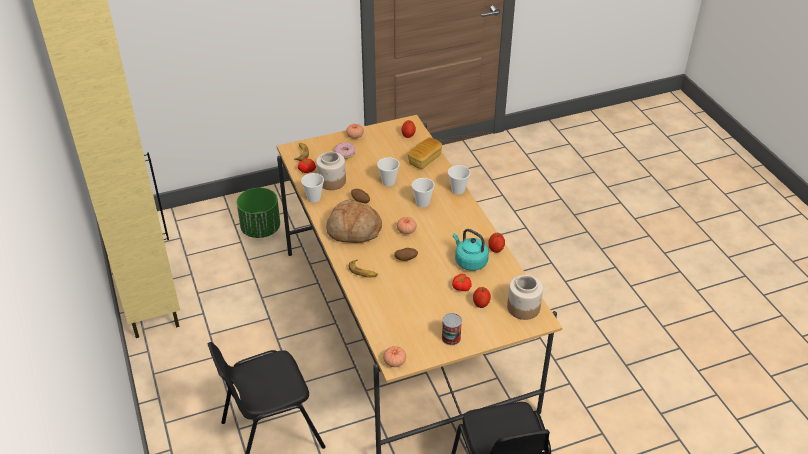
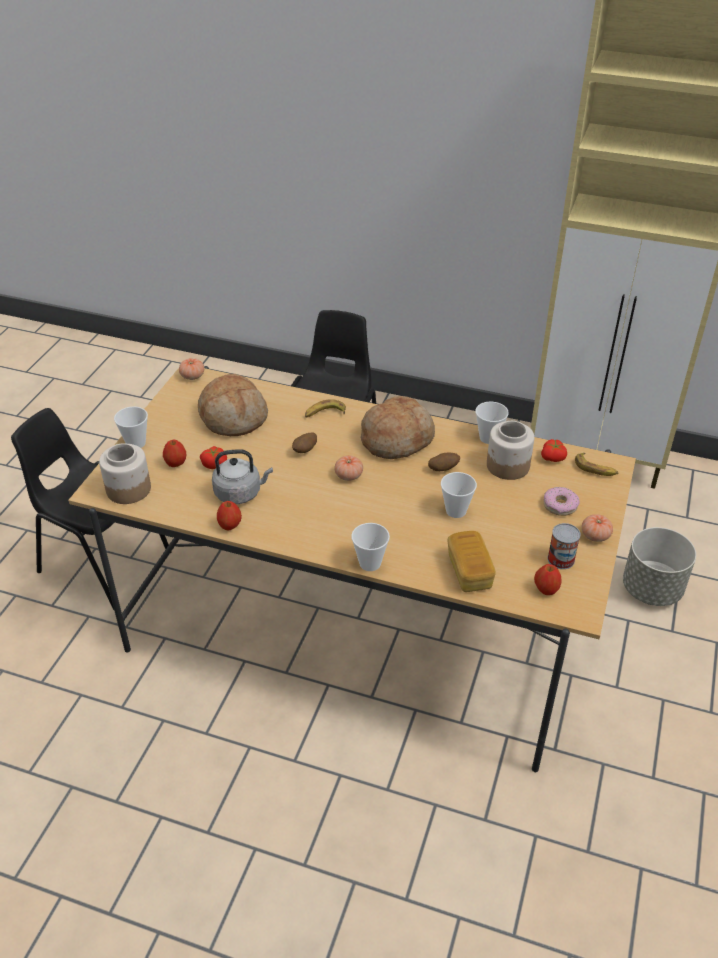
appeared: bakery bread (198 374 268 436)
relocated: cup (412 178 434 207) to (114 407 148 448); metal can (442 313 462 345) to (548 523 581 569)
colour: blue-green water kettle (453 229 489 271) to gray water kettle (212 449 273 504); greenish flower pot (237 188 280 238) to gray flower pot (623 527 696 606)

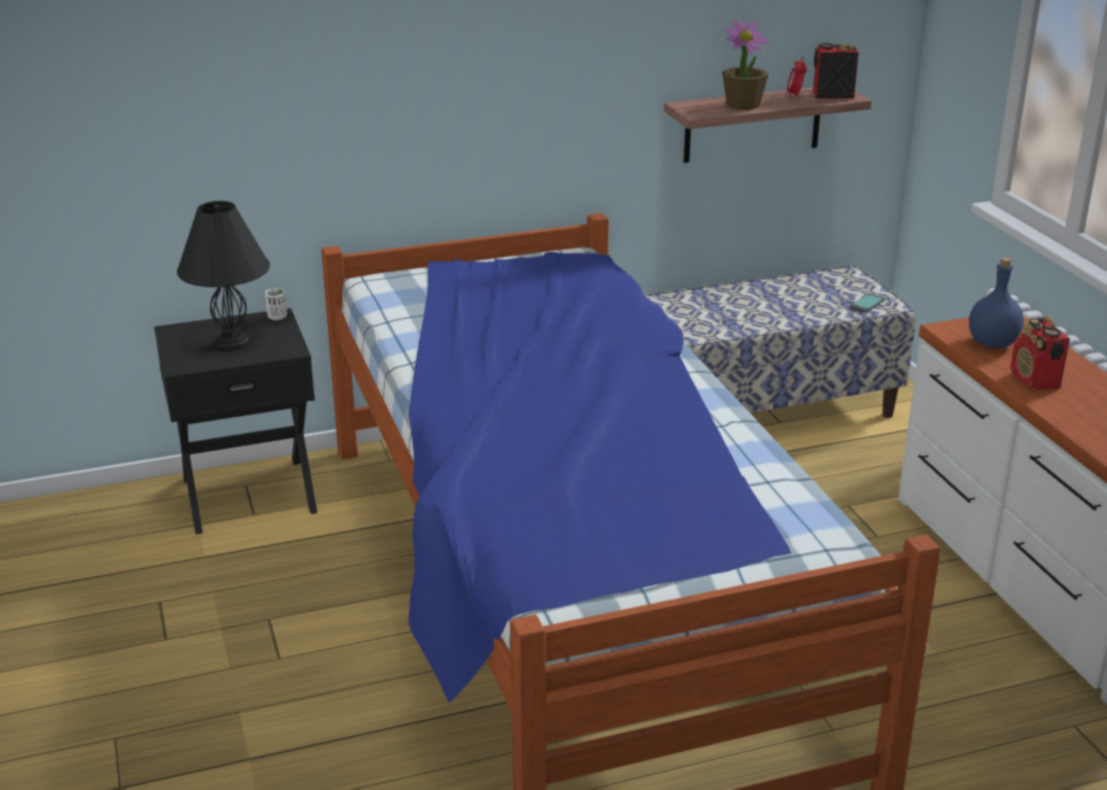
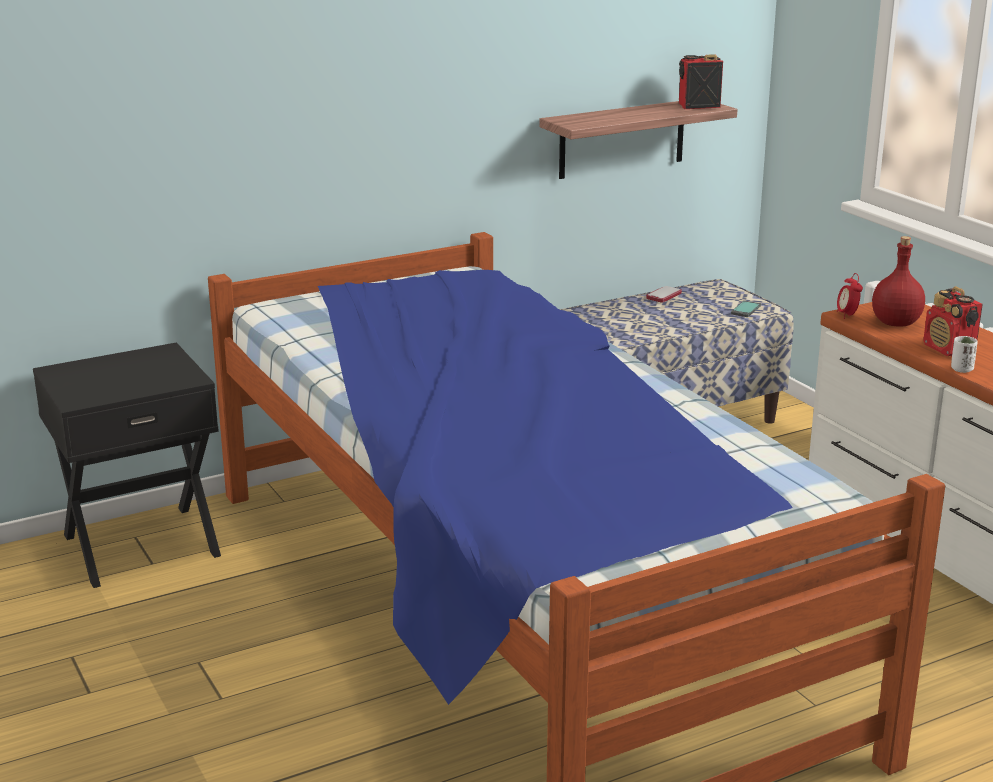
missing: black table lamp (177 201 270 350); potted plant (722 20 770 110)
appeared: handset (646 286 682 303)
relocated: table clock (787 56 807 98) to (837 273 863 319); white-coloured cup (265 288 287 320) to (951 336 978 373)
colour: blue-coloured bottle (969 257 1024 348) to red bottle (872 236 925 327)

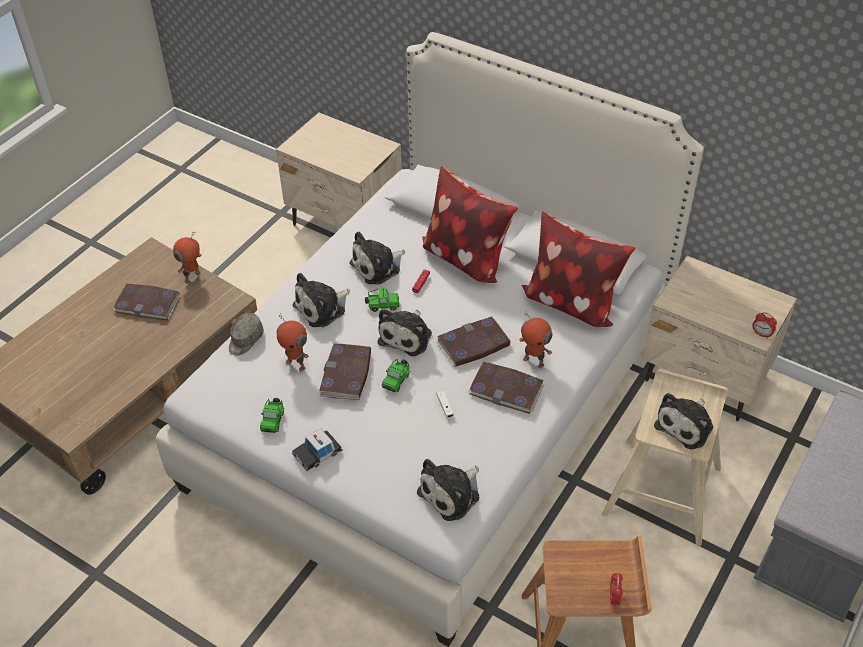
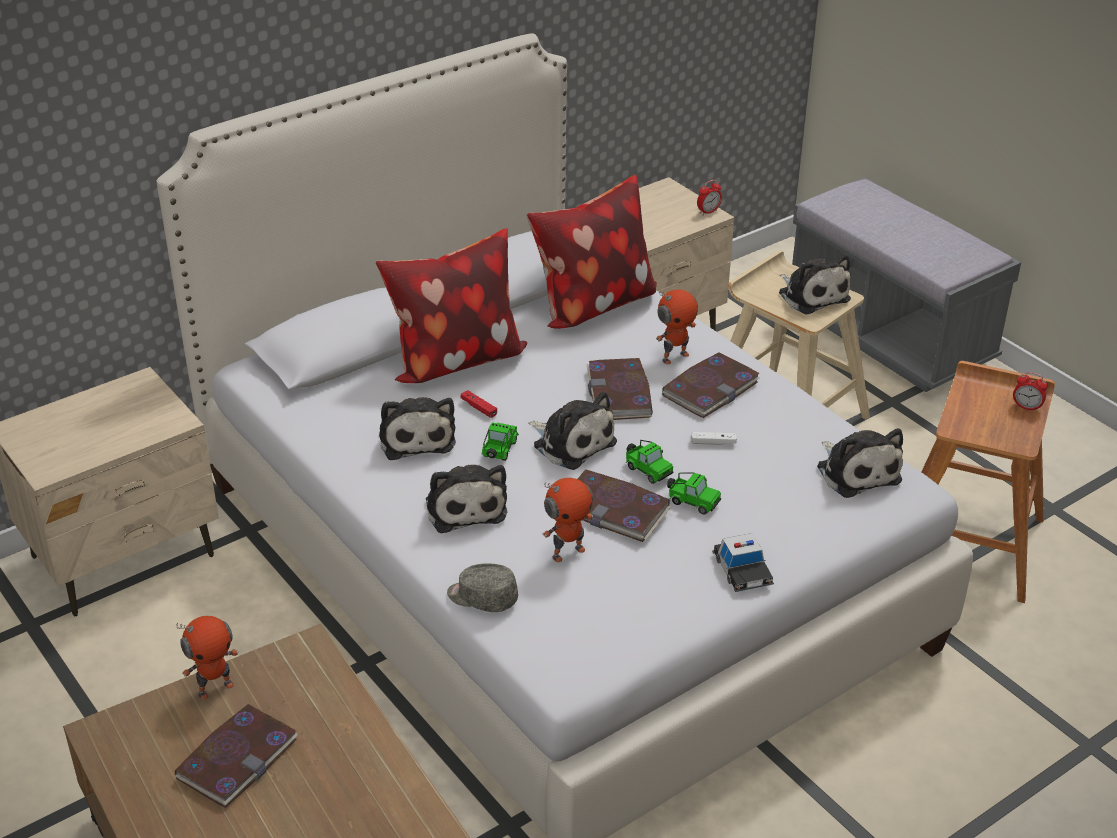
relocated: model car (260 398 285 433) to (667 472 721 514)
spun: toy robot (173 232 202 283) = (176 616 238 700) 90 degrees counterclockwise; gray cap (229 313 264 356) = (447 563 518 612) 150 degrees clockwise

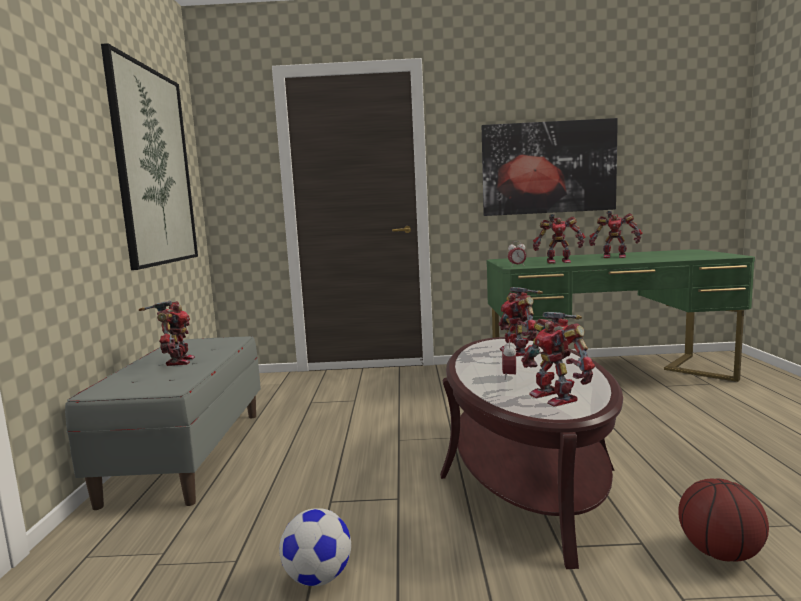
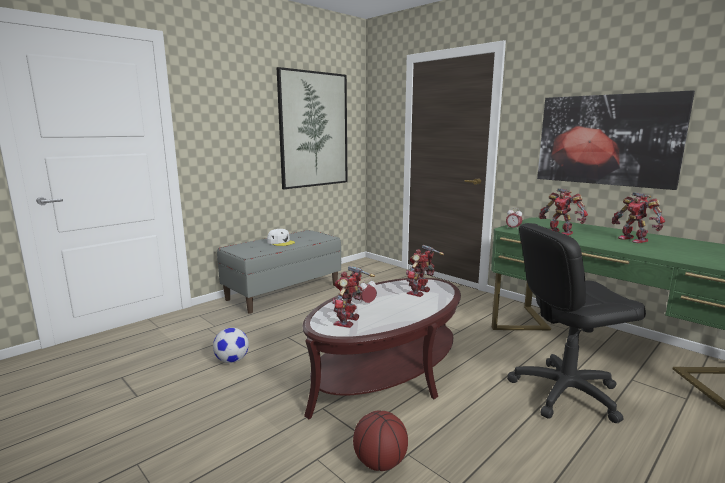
appeared: black computer chair (507 223 646 423)
exchanged: toy robot (139 300 195 366) to white-coloured cap (267 229 295 246)

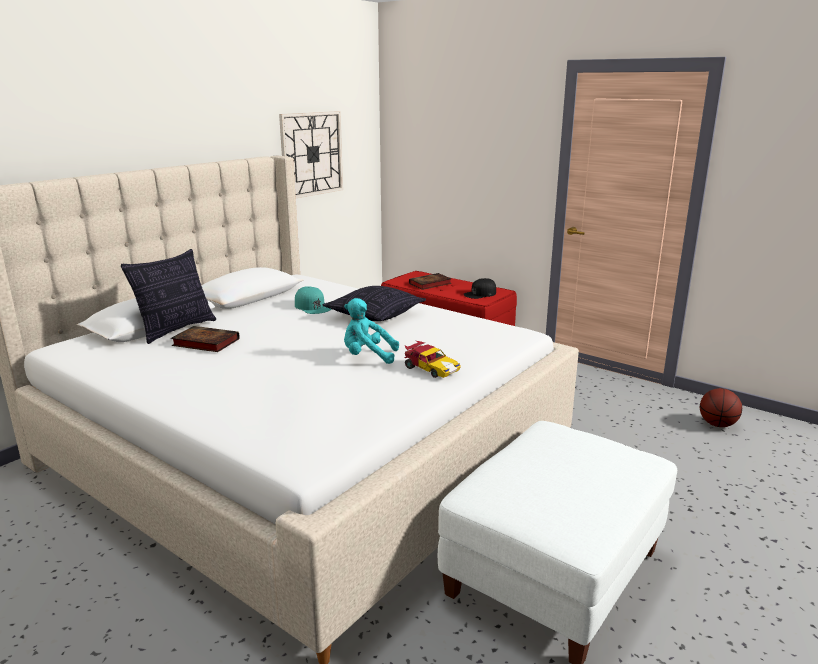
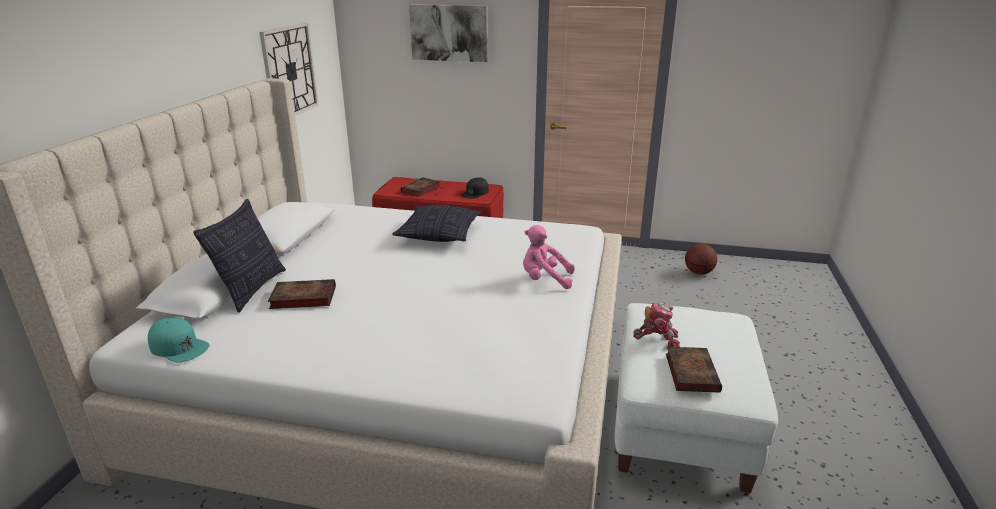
missing: blue-green cuddly toy (344 298 399 364)
appeared: wall art (409 4 488 62); toy robot (633 302 680 347); bound book (666 347 722 393)
relocated: blue-green cap (295 286 331 314) to (148 318 210 363)
exchanged: model car (404 341 461 378) to pink cuddly toy (523 225 575 289)

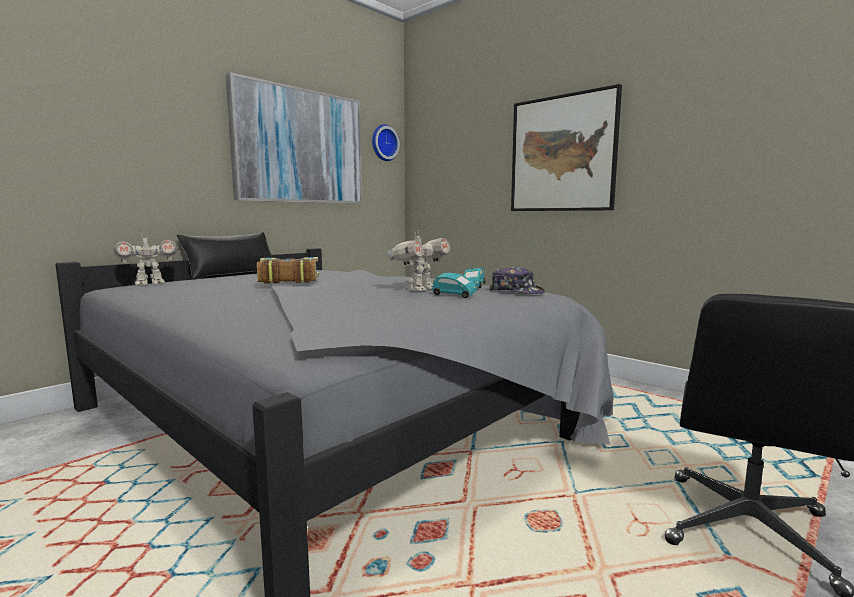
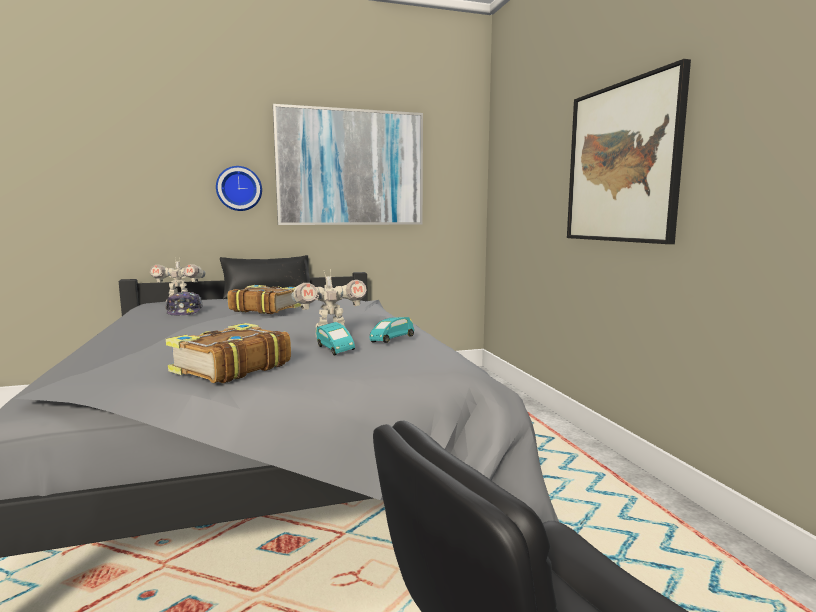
appeared: bound book (166 323 291 383)
relocated: cap (489 266 545 294) to (165 291 203 315); clock on the wall (372 125 400 161) to (216 166 262 211)

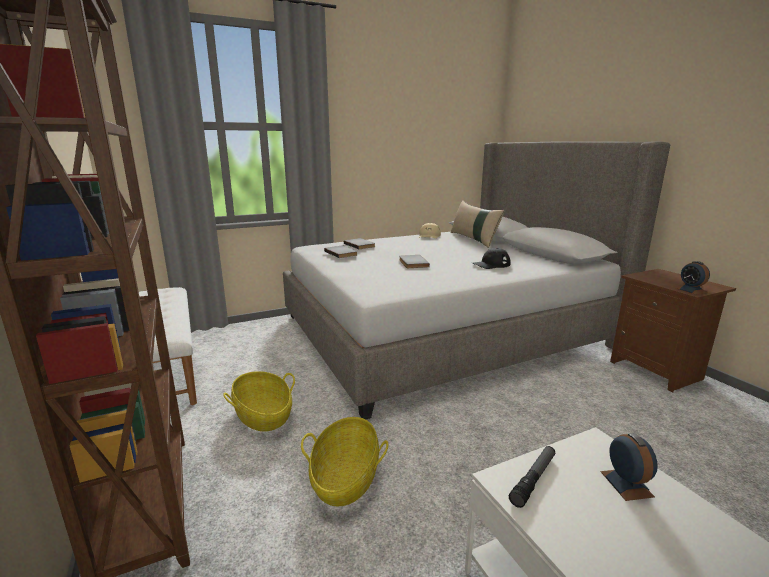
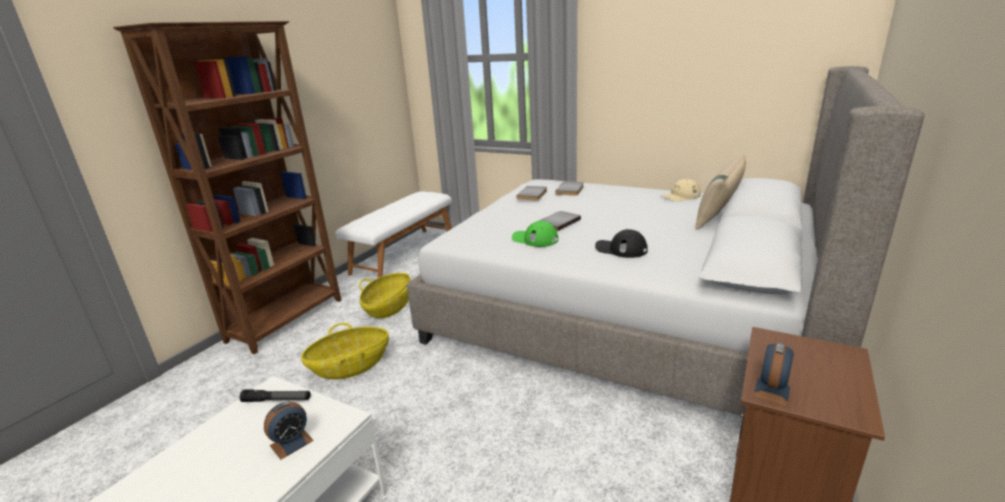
appeared: greenish cap (512 221 558 247)

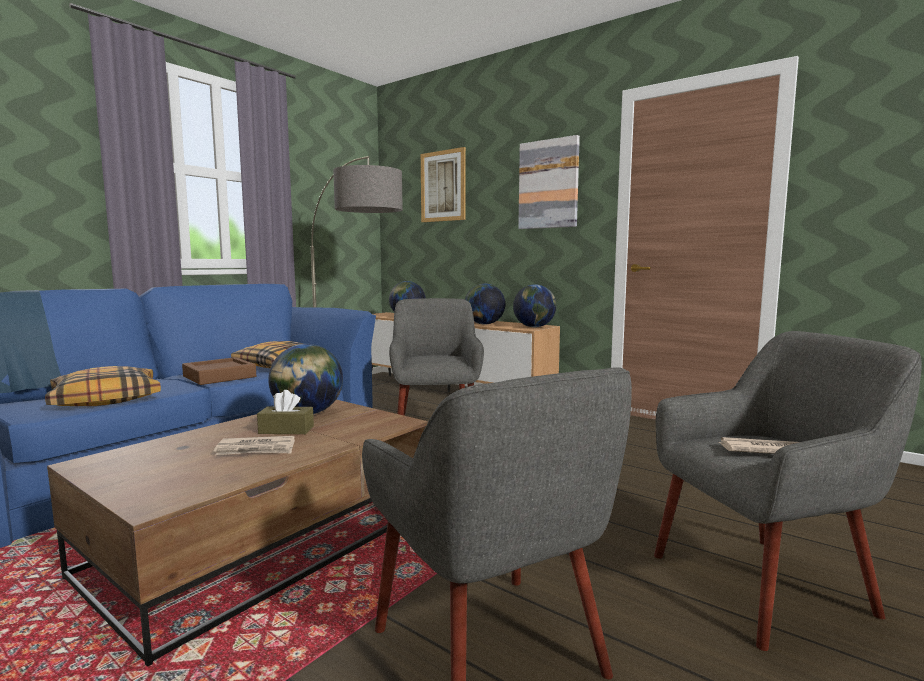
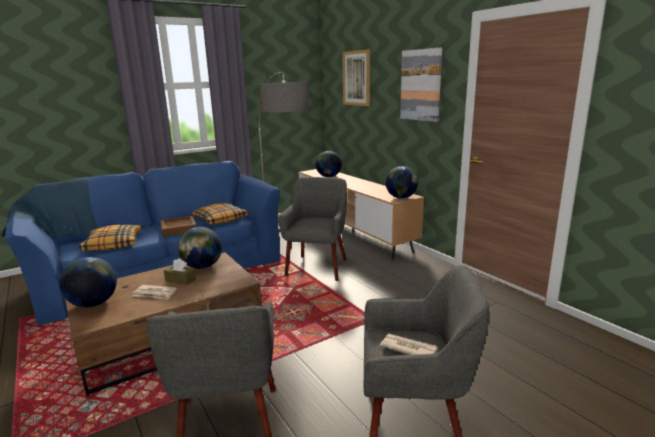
relocated: globe (465 284 505 325) to (60 257 117 307)

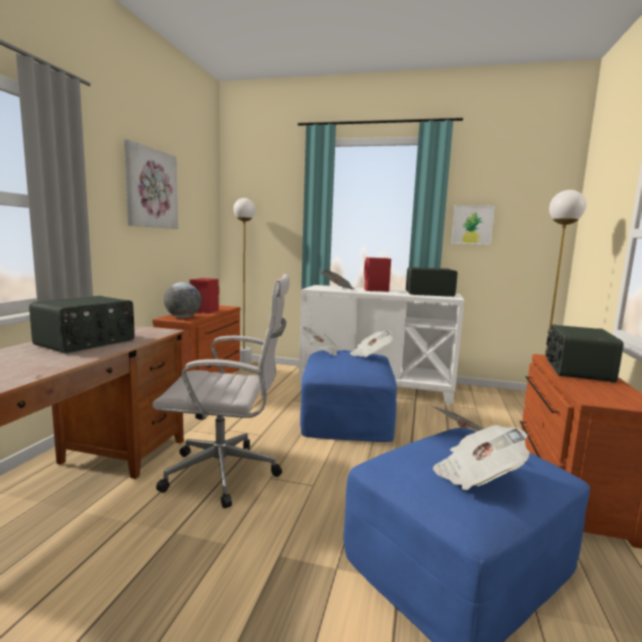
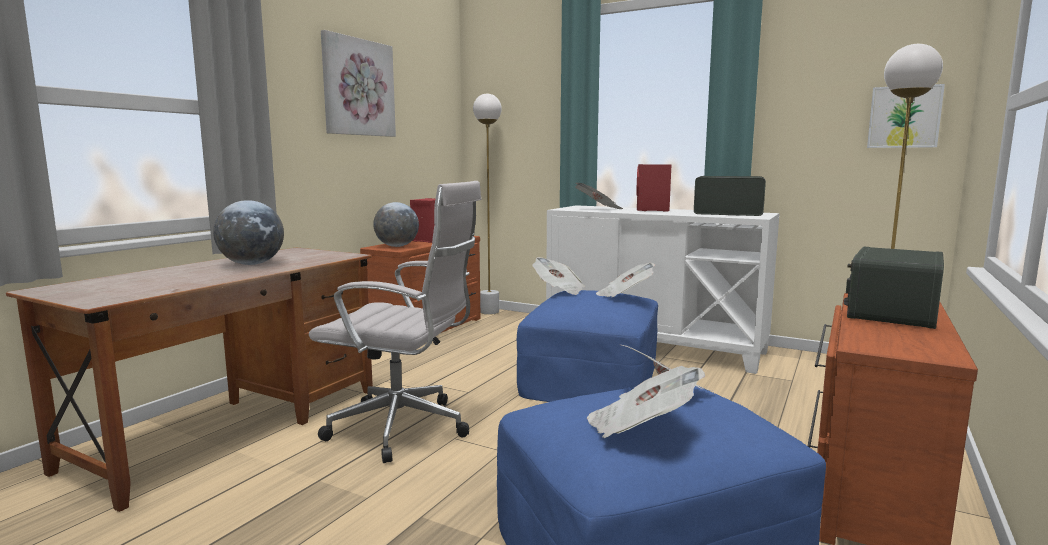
relocated: wall art (451 205 495 245) to (867 84 945 148)
exchanged: radio receiver (29 296 135 353) to globe (213 200 284 265)

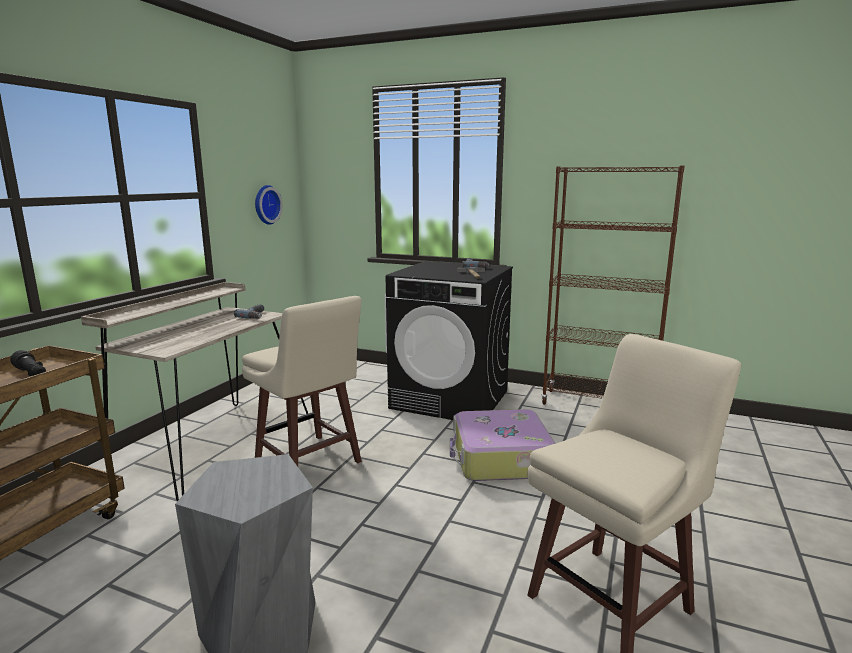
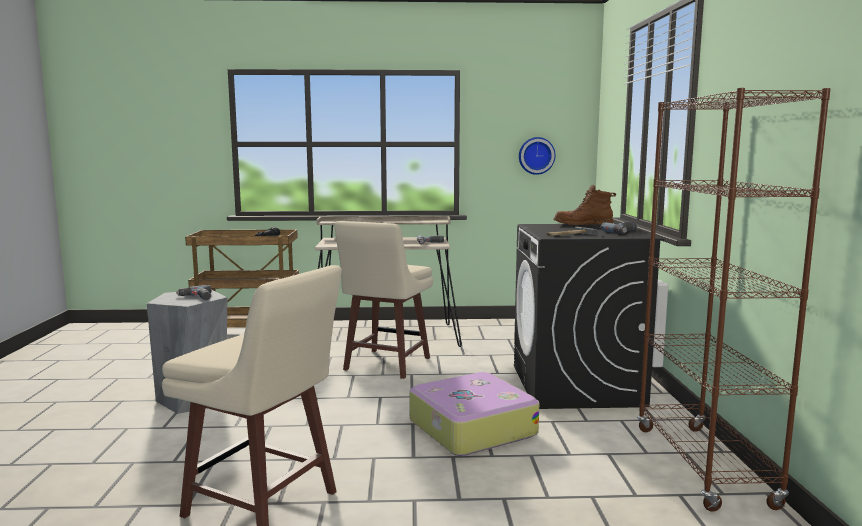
appeared: drill (176 285 211 300); brownish boot (553 185 616 225)

